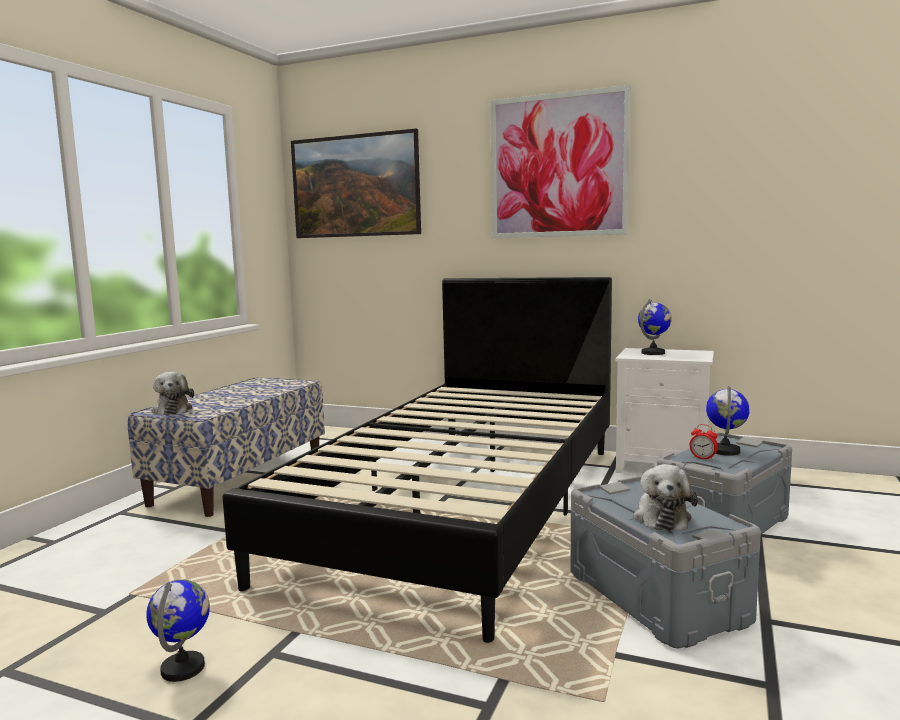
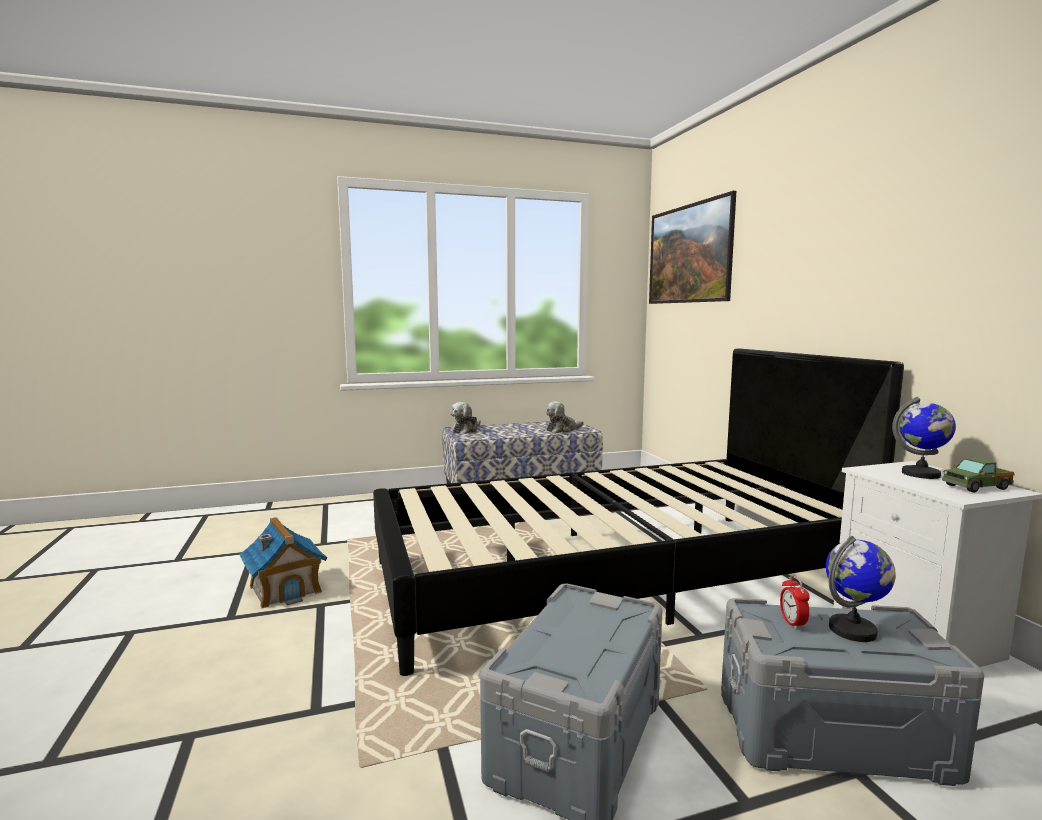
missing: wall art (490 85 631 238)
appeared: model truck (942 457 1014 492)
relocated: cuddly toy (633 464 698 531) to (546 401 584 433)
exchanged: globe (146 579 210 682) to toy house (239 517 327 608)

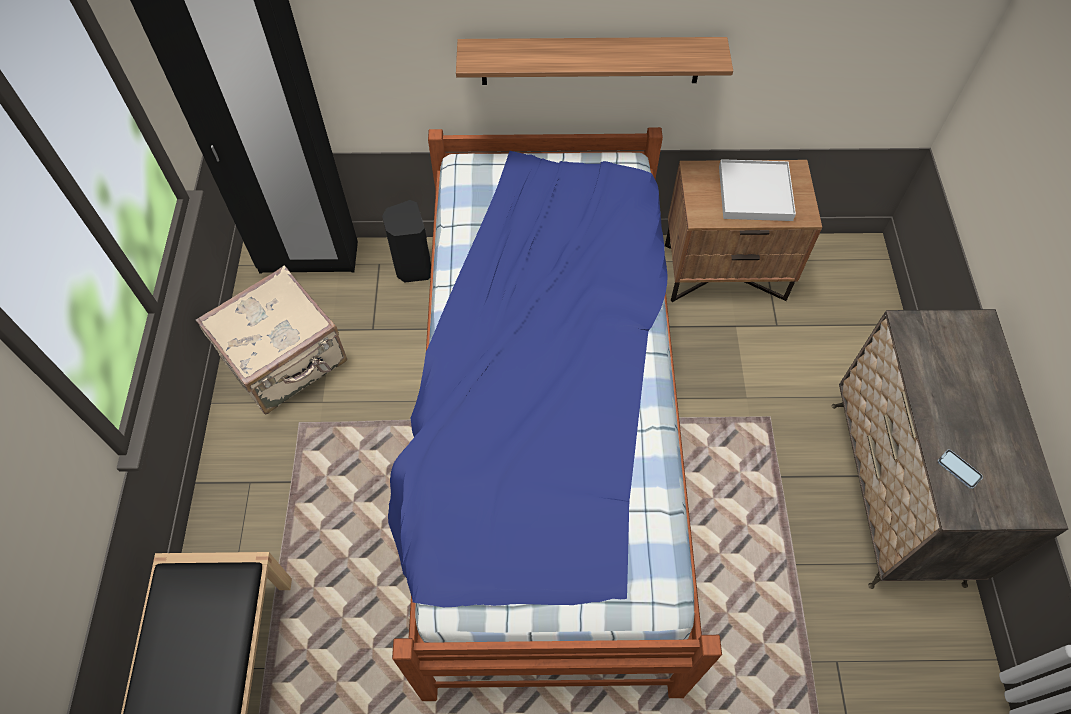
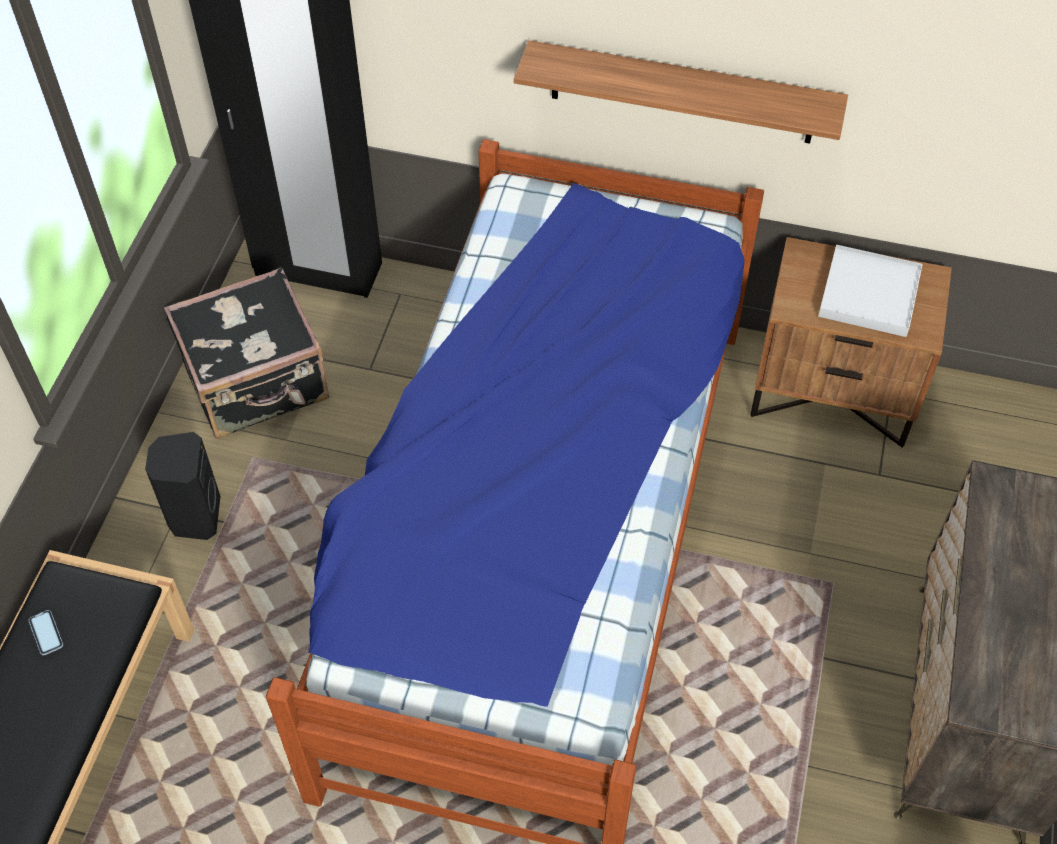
relocated: handset (938 450 983 489) to (29 610 63 655); black audio speaker (382 200 431 283) to (145 432 220 540)
colour: sand-coloured piece of luggage (196 265 347 415) to black piece of luggage (164 267 329 439)

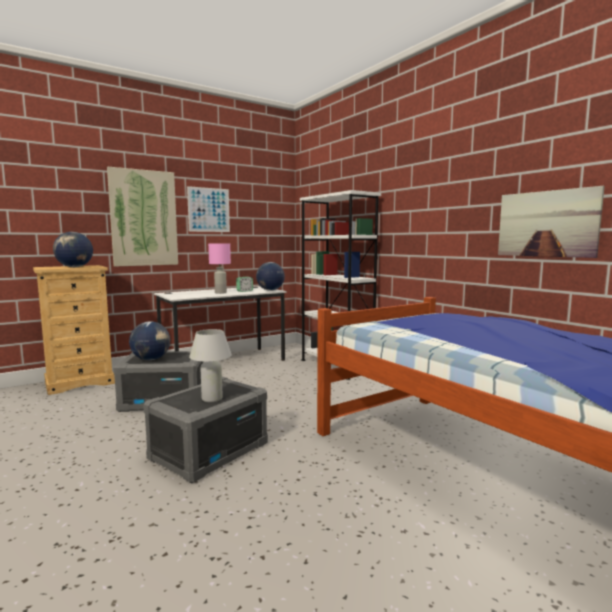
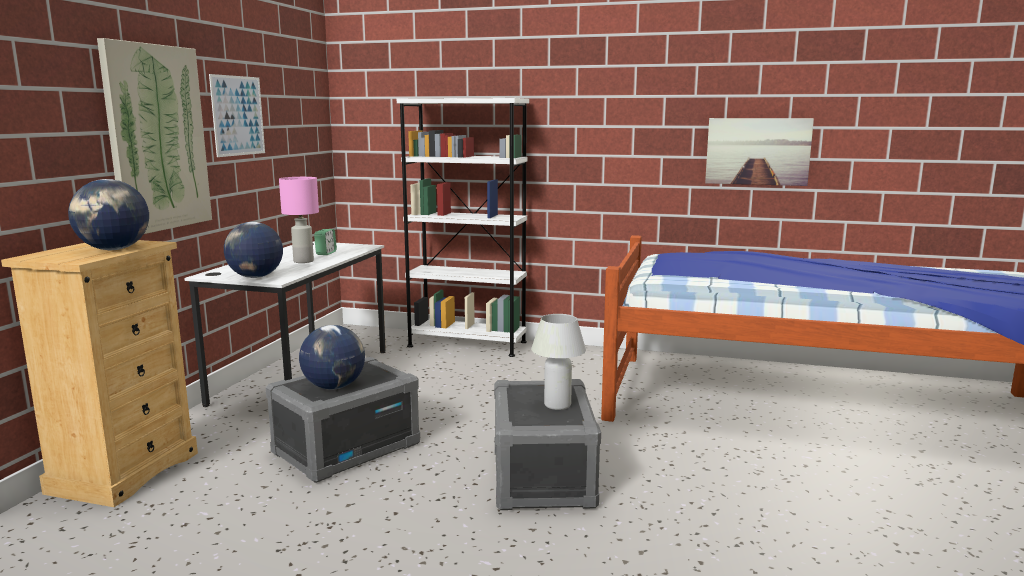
relocated: globe (256 262 285 291) to (224 222 283 278)

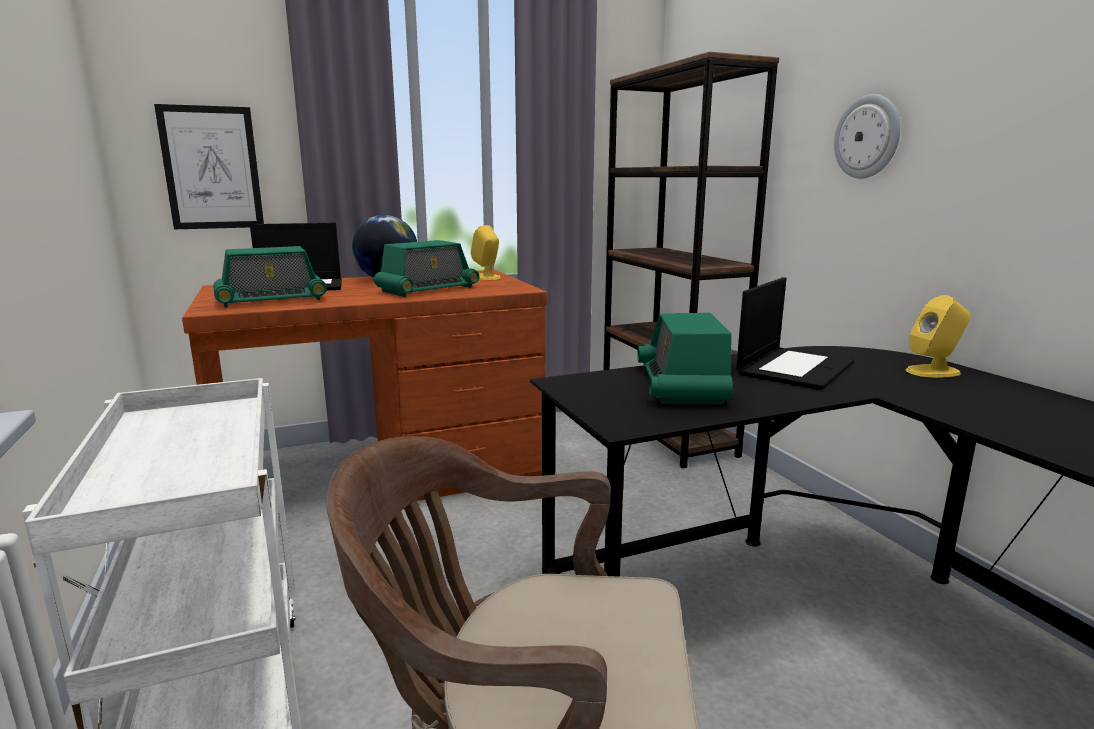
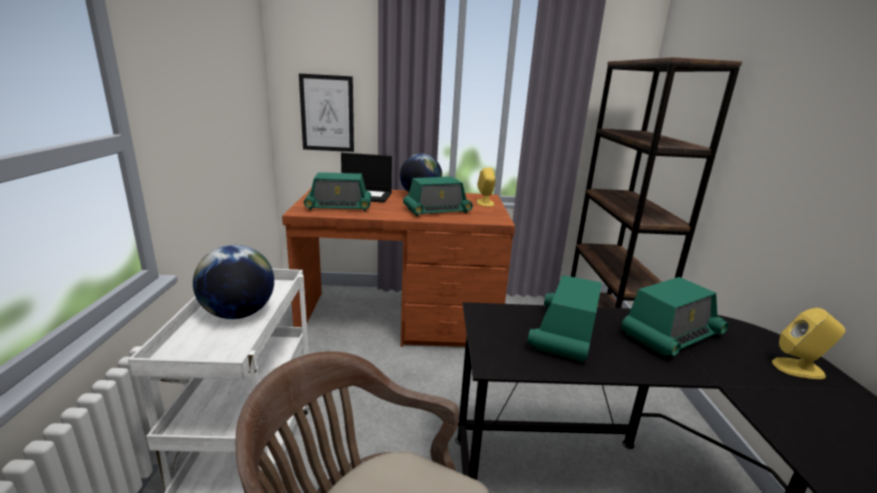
missing: clock on the wall (834 94 900 179)
appeared: globe (193 245 274 319)
exchanged: laptop (736 277 855 390) to radio receiver (621 277 729 357)

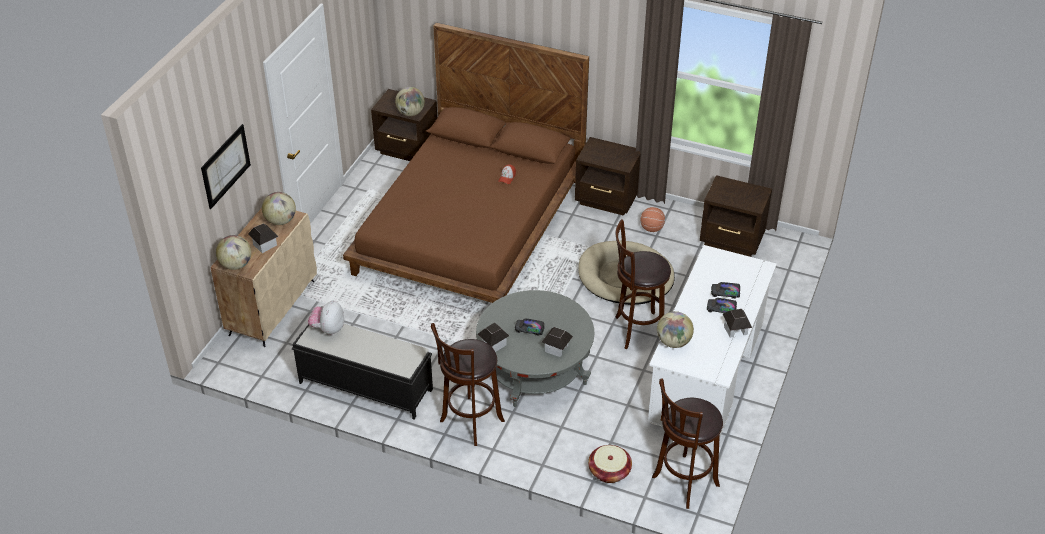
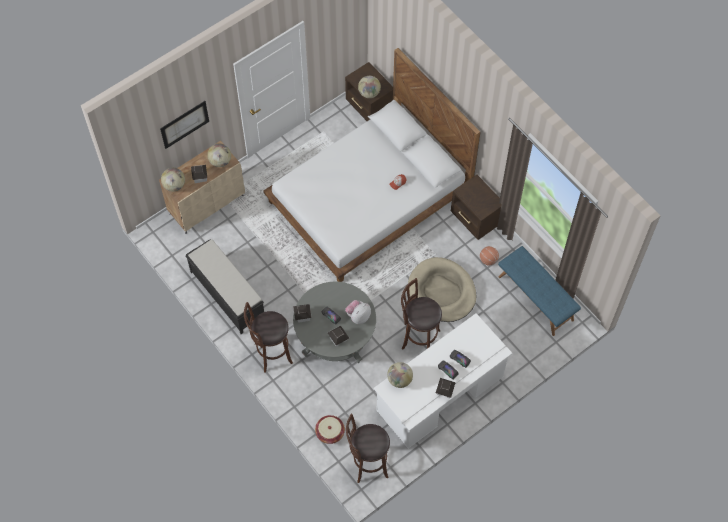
relocated: cuddly toy (308 300 344 335) to (345 300 371 324)
exchanged: brownish night table (700 175 772 257) to blue-coloured bench (498 246 581 336)
colour: brownish sleeping bed (343 22 589 303) to white-coloured sleeping bed (263 48 481 282)

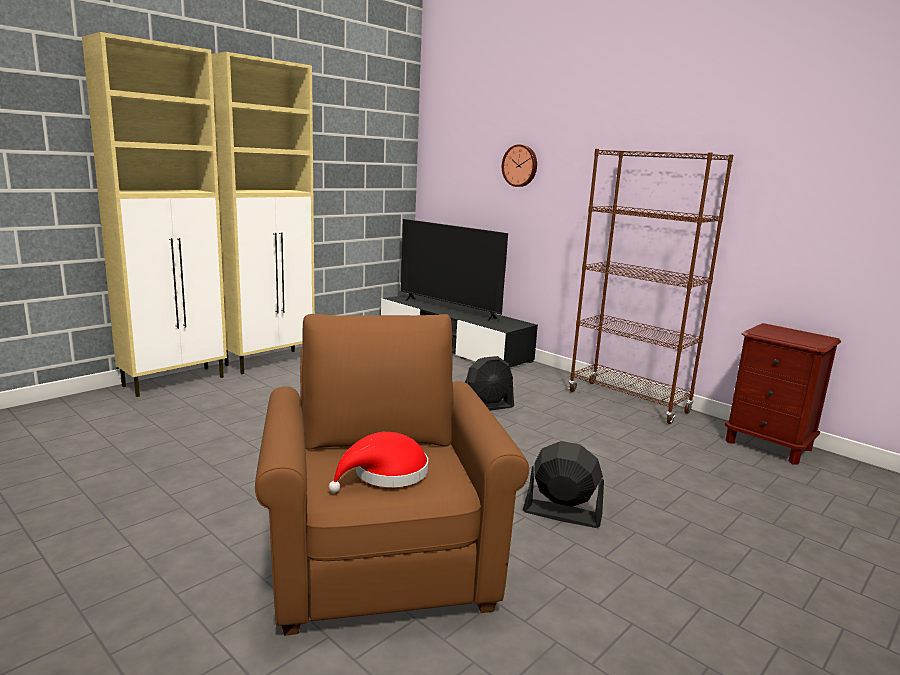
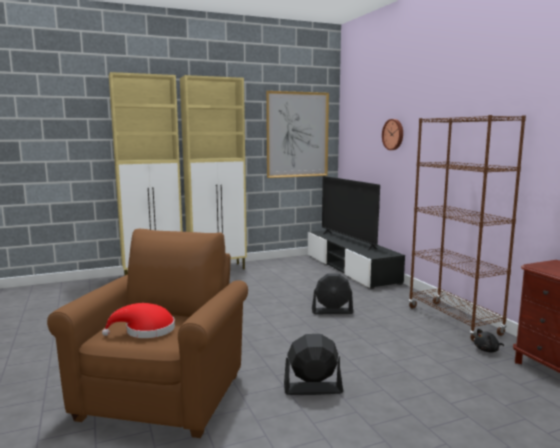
appeared: wall art (266 91 329 178); black cuddly toy (474 329 504 353)
spun: black electric fan (523 441 604 528) = (284 334 343 395) 45 degrees counterclockwise

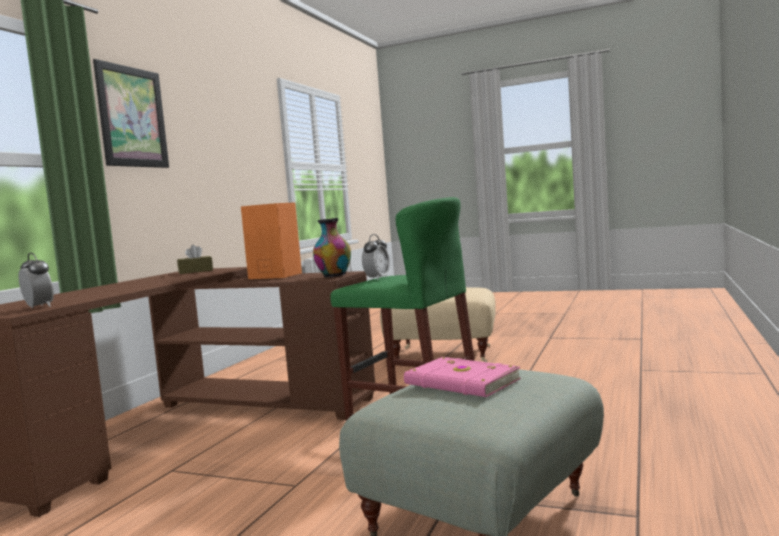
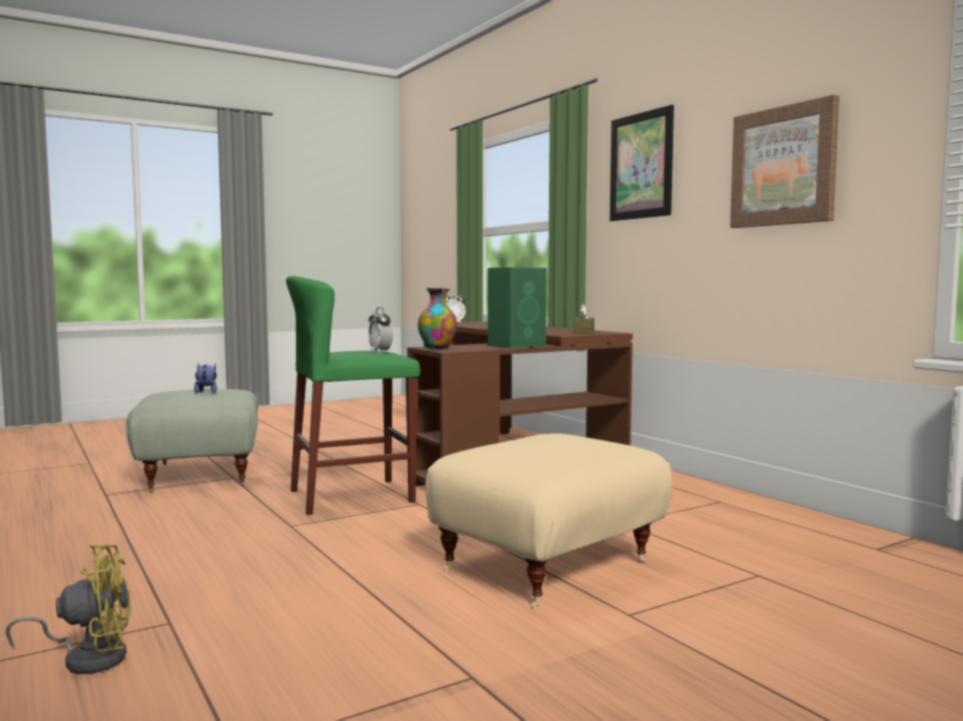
appeared: yellowish electric fan (5 544 131 674); wall art (730 95 839 228)
exchanged: pink bound book (404 357 521 397) to cuddly toy (194 363 217 394)
colour: orange-coloured audio speaker (241 202 302 279) to greenish audio speaker (488 267 547 348)

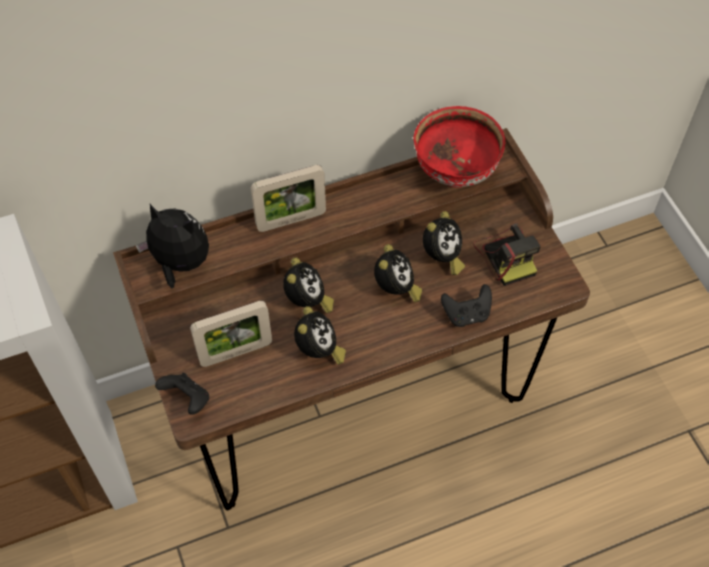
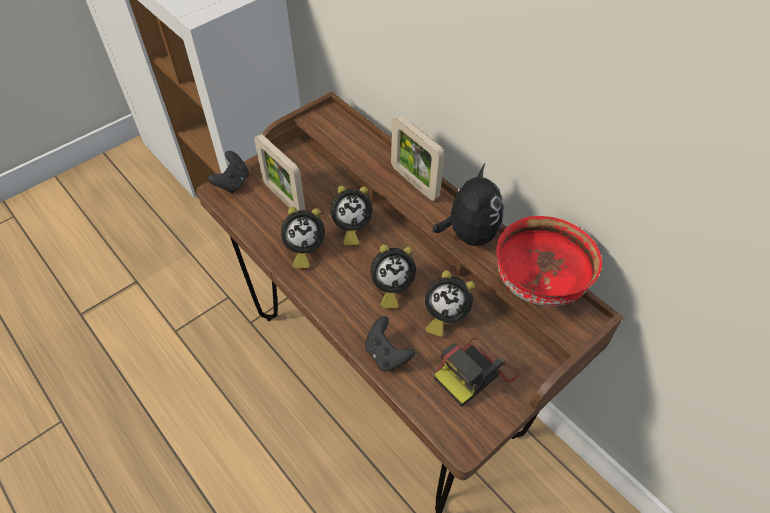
relocated: cuddly toy (136 204 209 289) to (432 164 504 246)

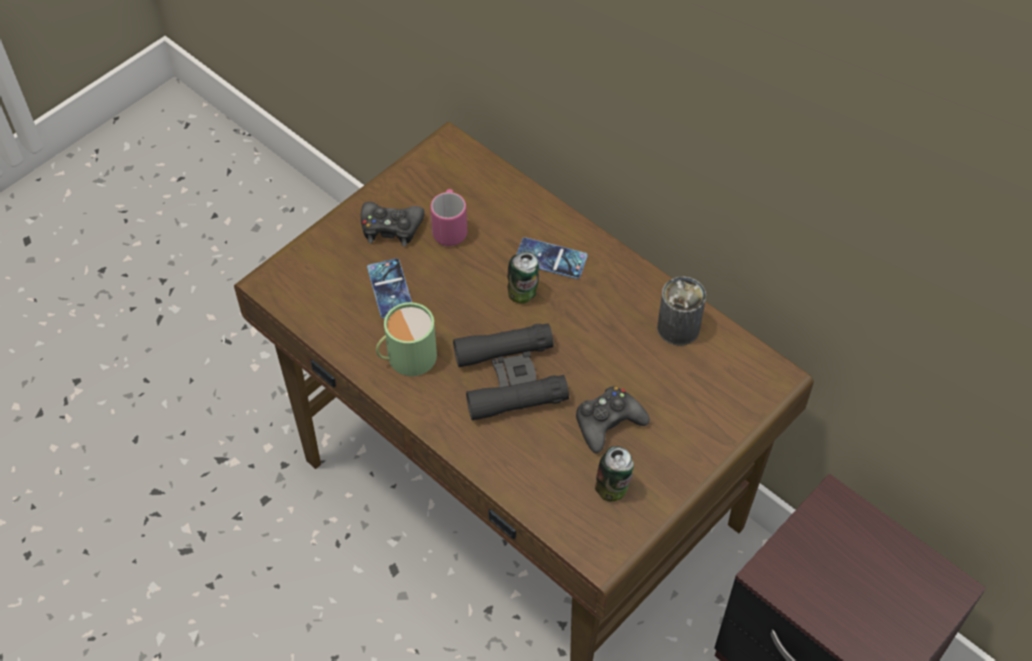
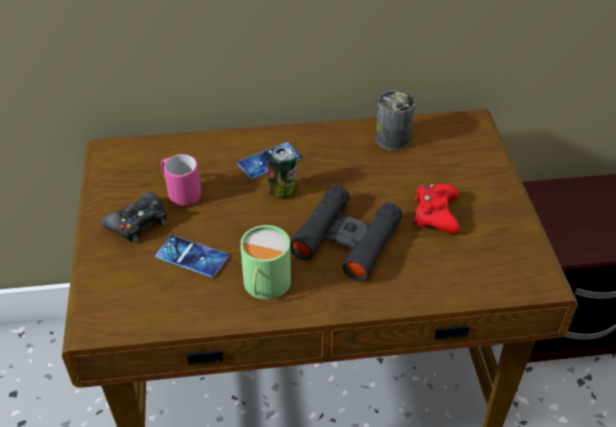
missing: metal can (595 446 634 501)
colour: black joypad (576 386 650 453) to red joypad (413 183 459 234)

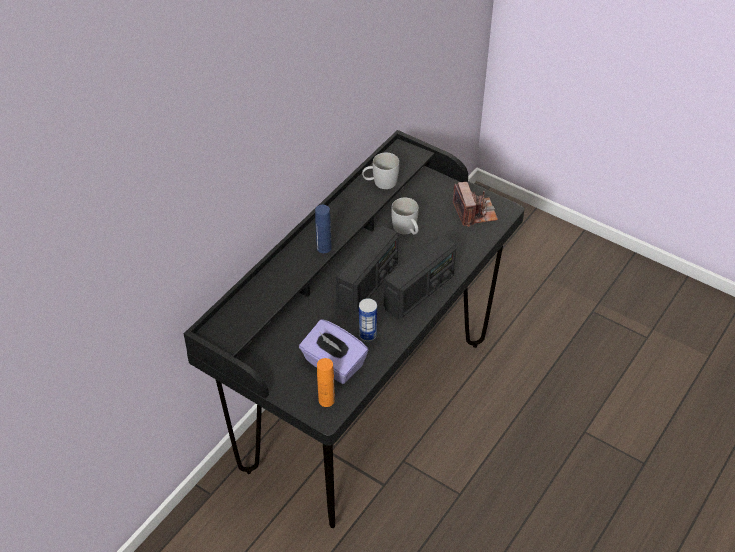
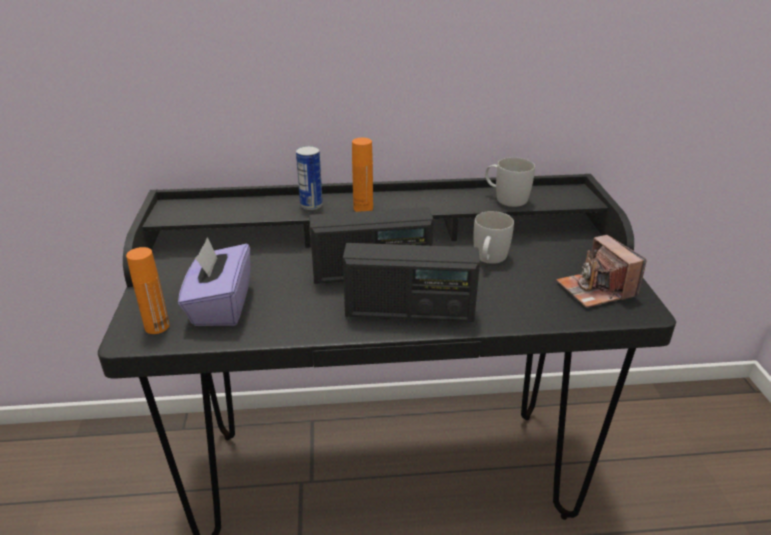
relocated: metal can (359 298 377 342) to (296 146 323 210)
colour: blue-coloured bottle (315 205 332 253) to orange-coloured bottle (352 138 373 212)
spun: still camera (453 182 498 227) = (556 235 647 308) 120 degrees clockwise

